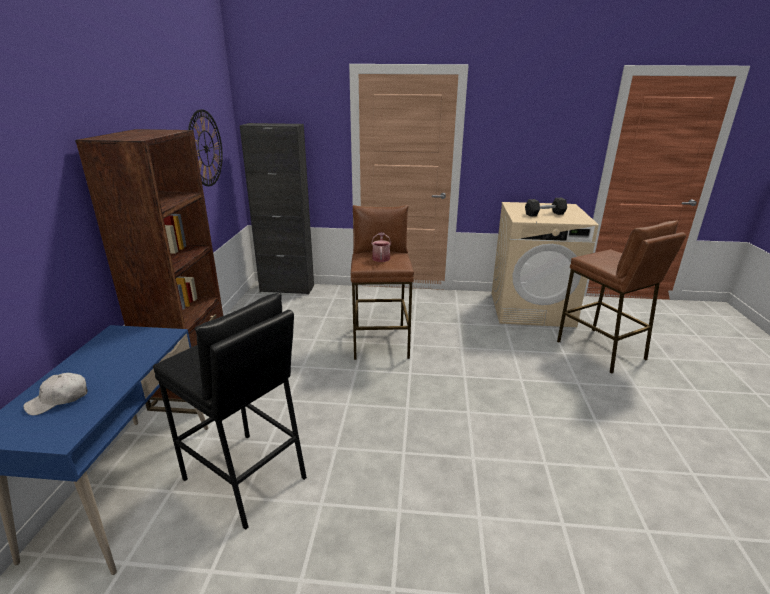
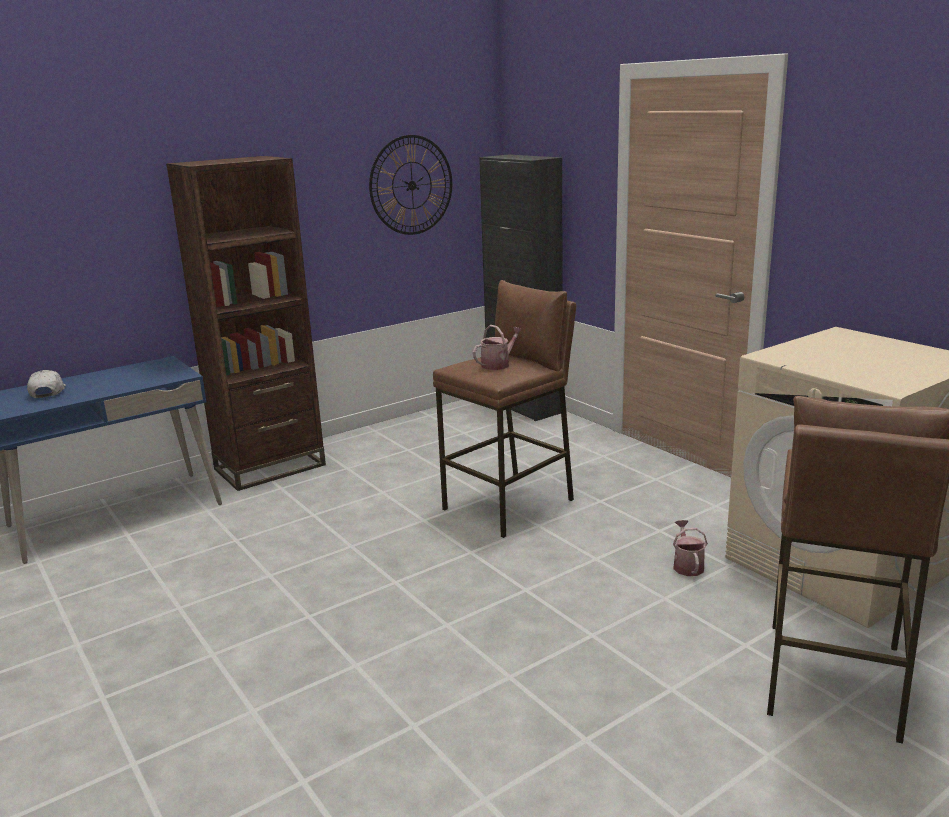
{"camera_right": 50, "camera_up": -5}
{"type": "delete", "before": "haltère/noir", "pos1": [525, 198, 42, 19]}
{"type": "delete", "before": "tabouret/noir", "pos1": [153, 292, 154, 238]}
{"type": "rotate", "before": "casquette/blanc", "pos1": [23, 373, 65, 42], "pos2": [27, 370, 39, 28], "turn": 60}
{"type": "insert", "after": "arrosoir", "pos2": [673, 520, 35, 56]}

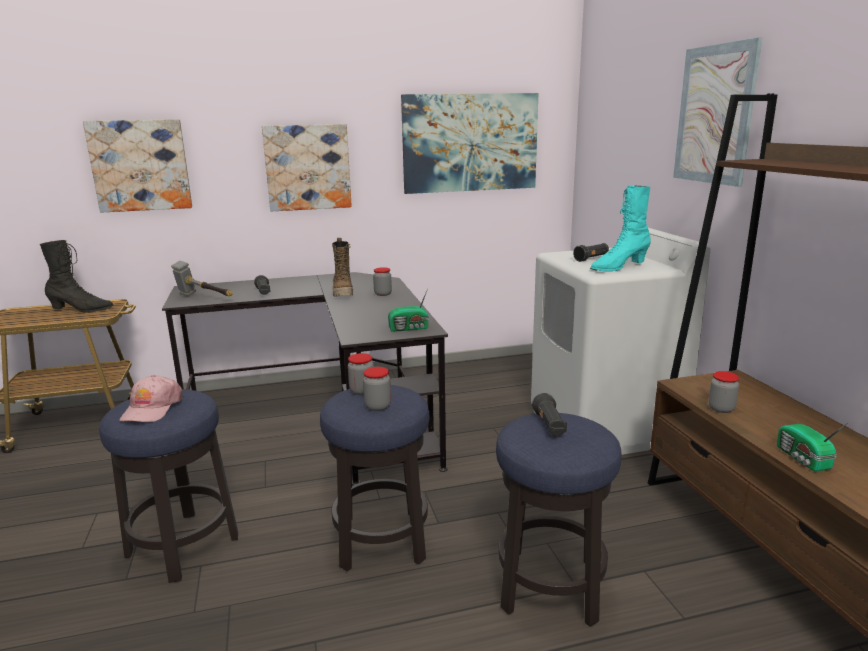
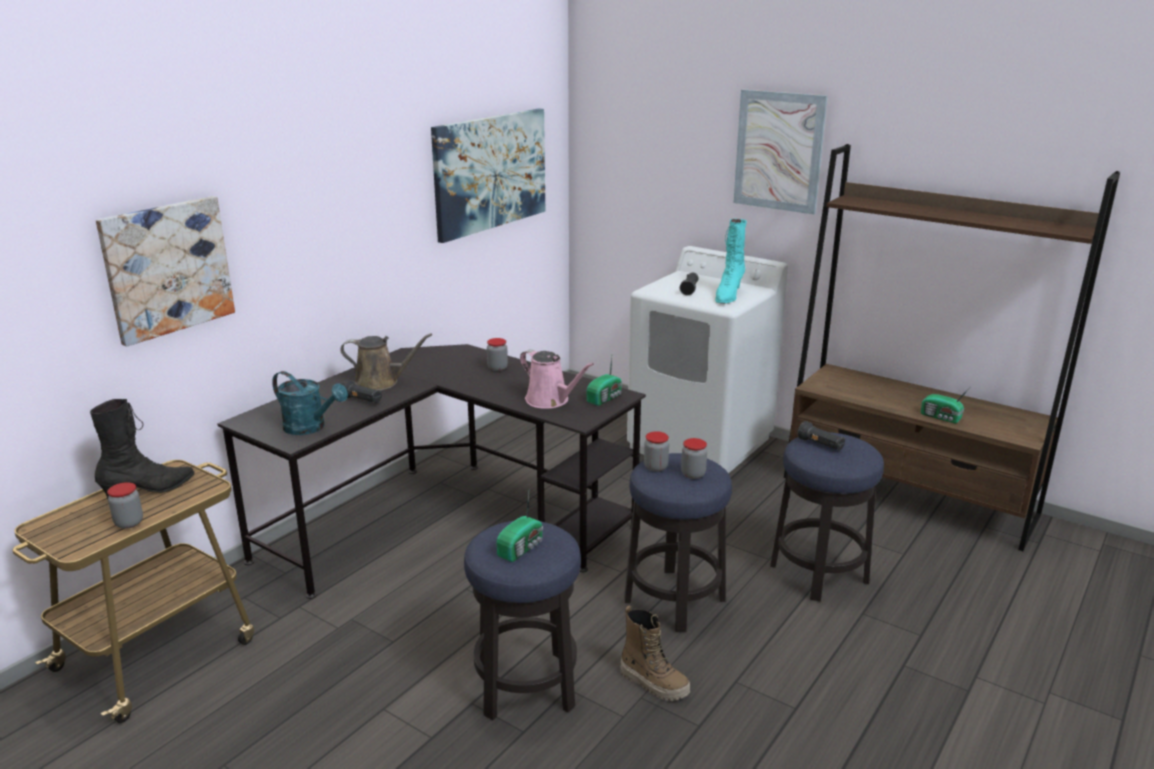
{"camera_right": -40, "camera_up": 5}
{"type": "delete", "before": "tableau", "pos1": [262, 124, 90, 87]}
{"type": "move", "before": "botte", "pos1": [332, 238, 21, 59], "pos2": [620, 605, 70, 96]}
{"type": "replace", "before": "marteau", "after": "arrosoir/turquoise", "pos1": [171, 261, 61, 35], "pos2": [272, 371, 76, 64]}
{"type": "move", "before": "bocal", "pos1": [708, 371, 31, 42], "pos2": [107, 482, 36, 47]}
{"type": "replace", "before": "casquette/rose", "after": "radio", "pos1": [120, 375, 63, 47], "pos2": [496, 492, 47, 70]}
{"type": "insert", "after": "arrosoir/marron", "pos2": [340, 333, 92, 57]}
{"type": "insert", "after": "arrosoir/rose", "pos2": [520, 349, 74, 60]}

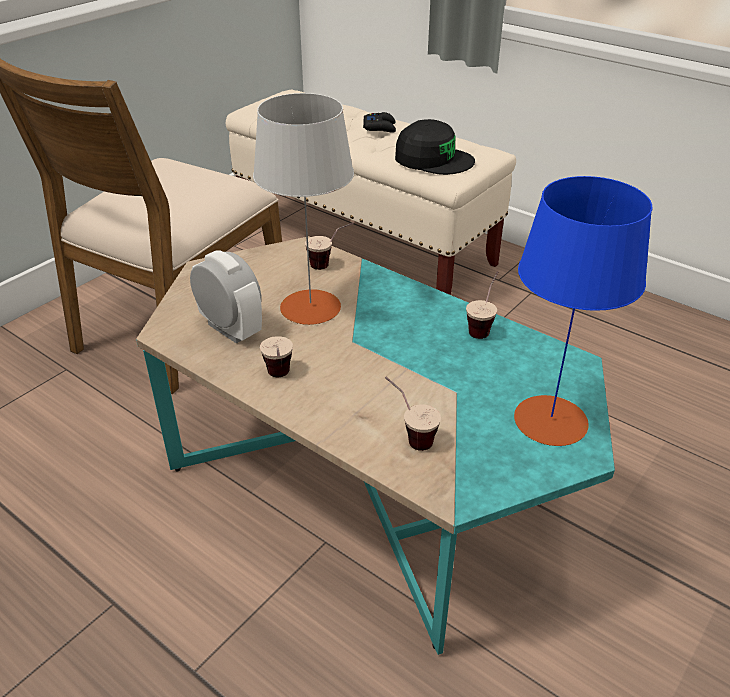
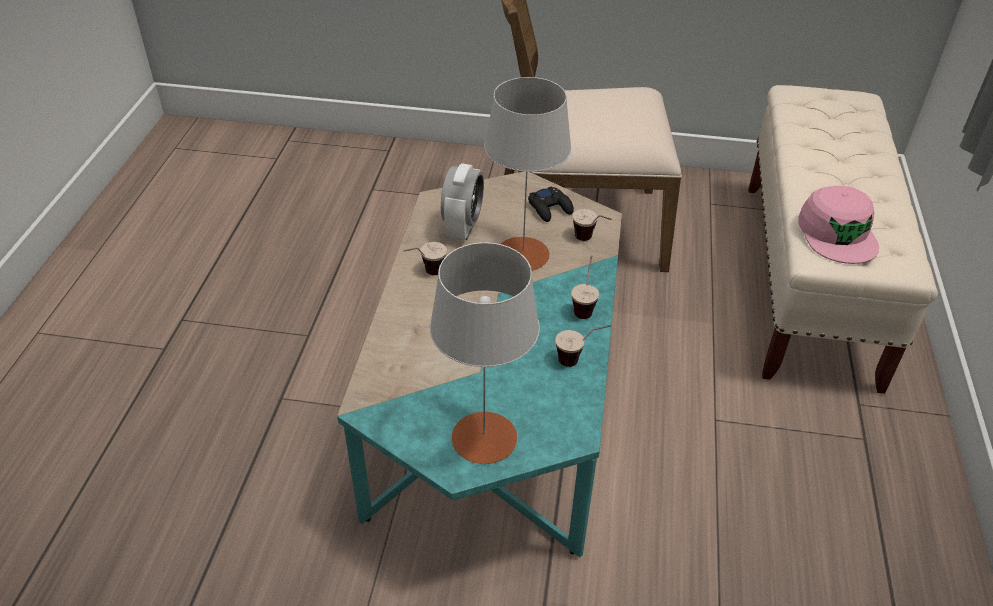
{"camera_right": 60, "camera_up": 5}
{"type": "move", "before": "manette/noir", "pos1": [363, 112, 33, 21], "pos2": [528, 186, 46, 36]}
{"type": "recolor", "before": "casquette/noir", "after": "casquette/rose", "pos1": [395, 119, 80, 56], "pos2": [798, 186, 81, 78]}
{"type": "recolor", "before": "lampe de table/bleu", "after": "lampe de table/gris", "pos1": [514, 176, 138, 270], "pos2": [430, 242, 110, 222]}
{"type": "move", "before": "tasse", "pos1": [385, 377, 56, 74], "pos2": [571, 255, 28, 64]}

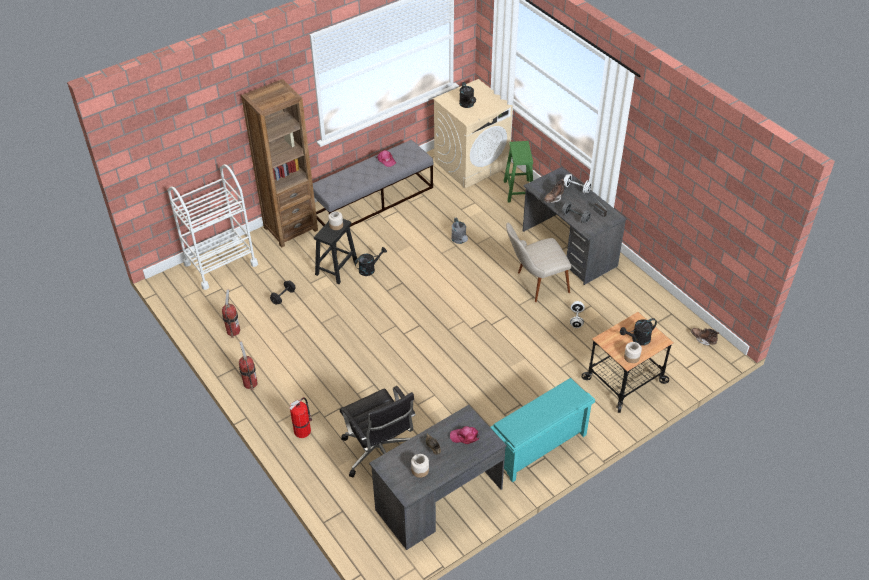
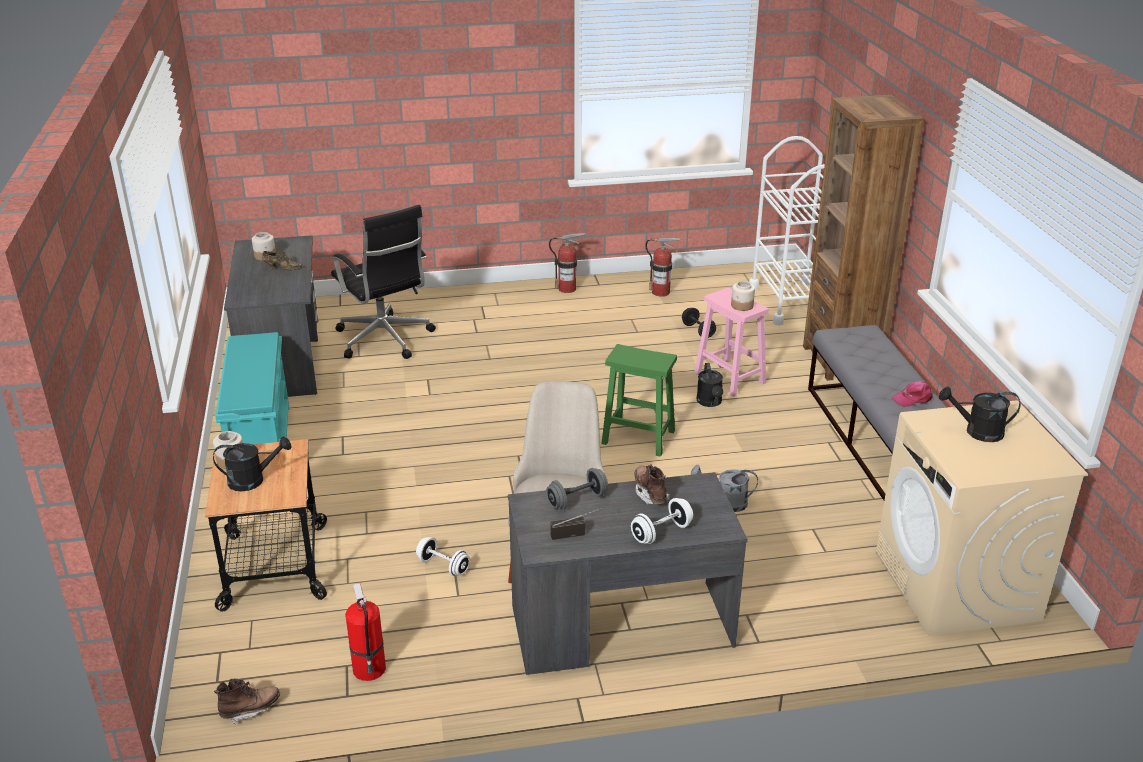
{"camera_right": 115, "camera_up": -15}
{"type": "move", "before": "tabouret/vert", "pos1": [504, 141, 29, 61], "pos2": [601, 344, 76, 113]}
{"type": "recolor", "before": "tabouret/noir", "after": "tabouret/rose", "pos1": [314, 219, 44, 65], "pos2": [694, 288, 75, 109]}
{"type": "rotate", "before": "arrosoir/noir", "pos1": [620, 318, 37, 28], "pos2": [213, 436, 79, 55], "turn": 75}
{"type": "rotate", "before": "chaise de bureau/noir", "pos1": [340, 386, 76, 91], "pos2": [331, 205, 105, 154], "turn": -120}
{"type": "move", "before": "extincteur", "pos1": [290, 397, 22, 41], "pos2": [345, 583, 41, 98]}
{"type": "delete", "before": "casquette/rose", "pos1": [450, 426, 29, 18]}

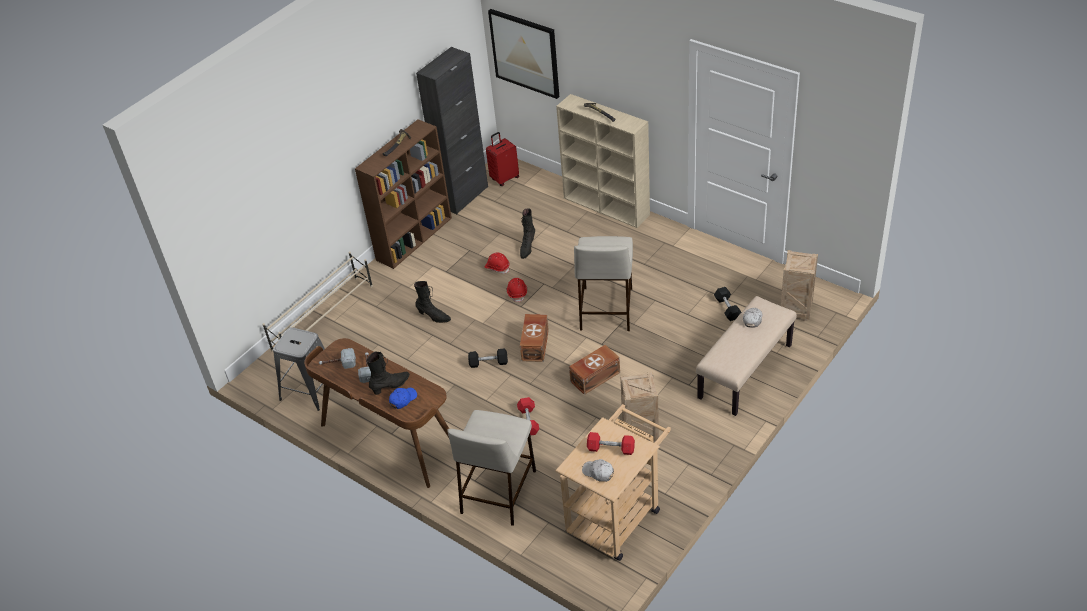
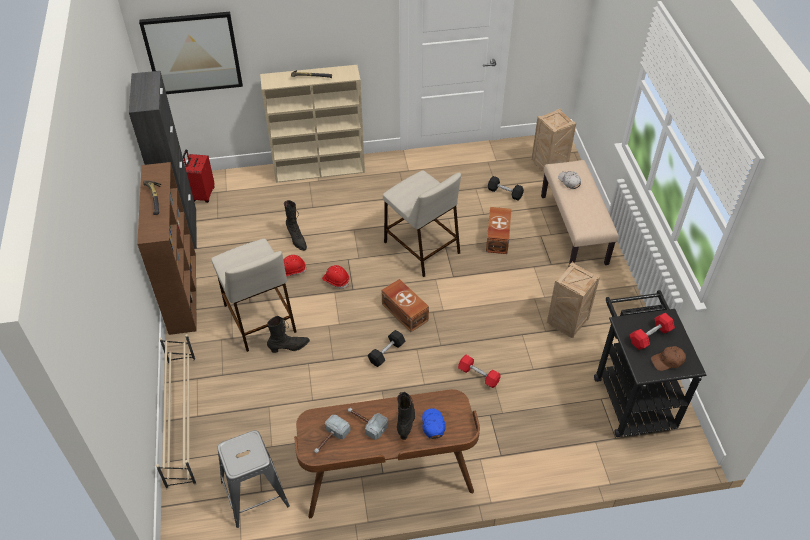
{"camera_right": -50, "camera_up": 5}
{"type": "move", "before": "boîte de rangement/marron", "pos1": [569, 345, 51, 50], "pos2": [486, 207, 25, 47]}
{"type": "recolor", "before": "chariot/beige", "after": "chariot/noir", "pos1": [555, 404, 116, 157], "pos2": [594, 290, 112, 147]}
{"type": "move", "before": "tabouret/beige", "pos1": [447, 410, 89, 116], "pos2": [211, 239, 86, 113]}
{"type": "recolor", "before": "casquette/blanc", "after": "casquette/marron", "pos1": [582, 459, 32, 23], "pos2": [651, 346, 35, 25]}

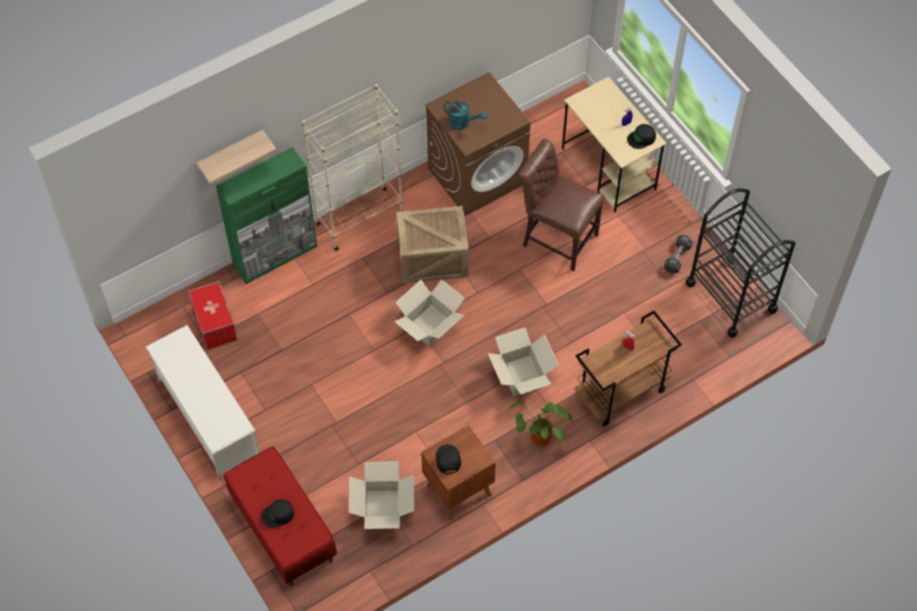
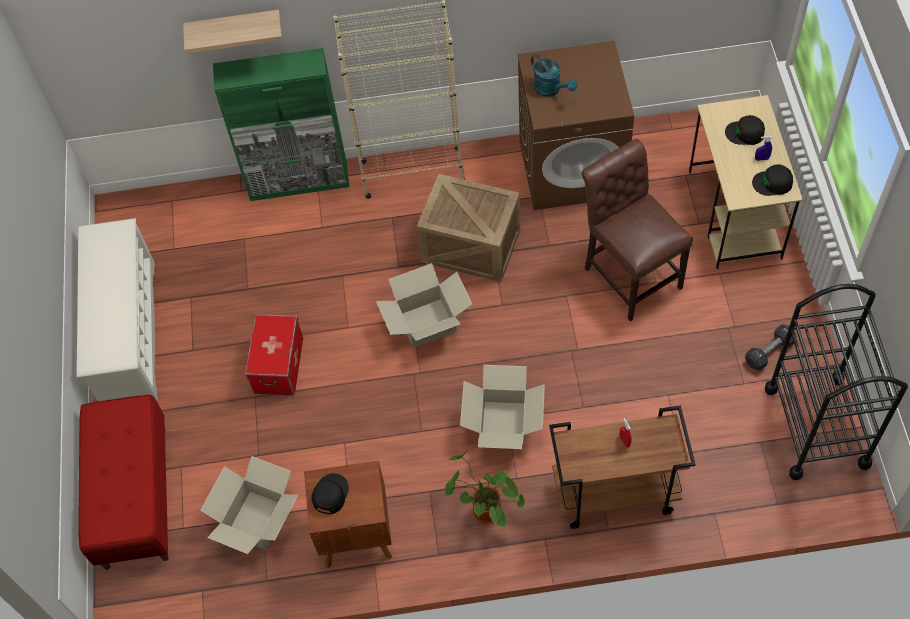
{"camera_right": 30, "camera_up": 0}
{"type": "move", "before": "boîte de rangement", "pos1": [188, 281, 50, 69], "pos2": [245, 314, 58, 82]}
{"type": "move", "before": "casquette/noir", "pos1": [261, 499, 33, 28], "pos2": [725, 115, 40, 30]}

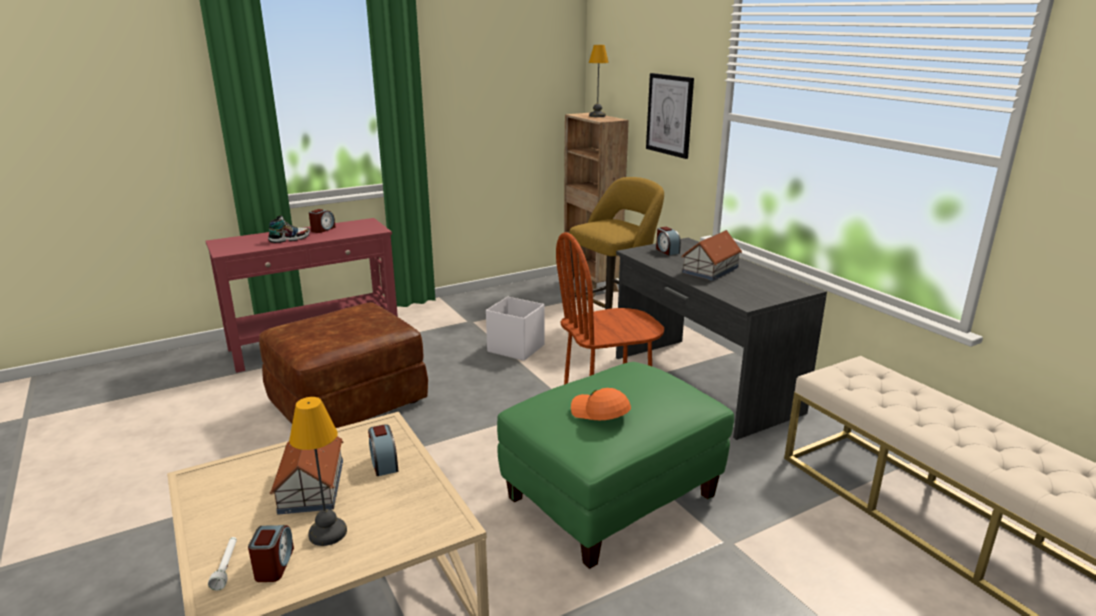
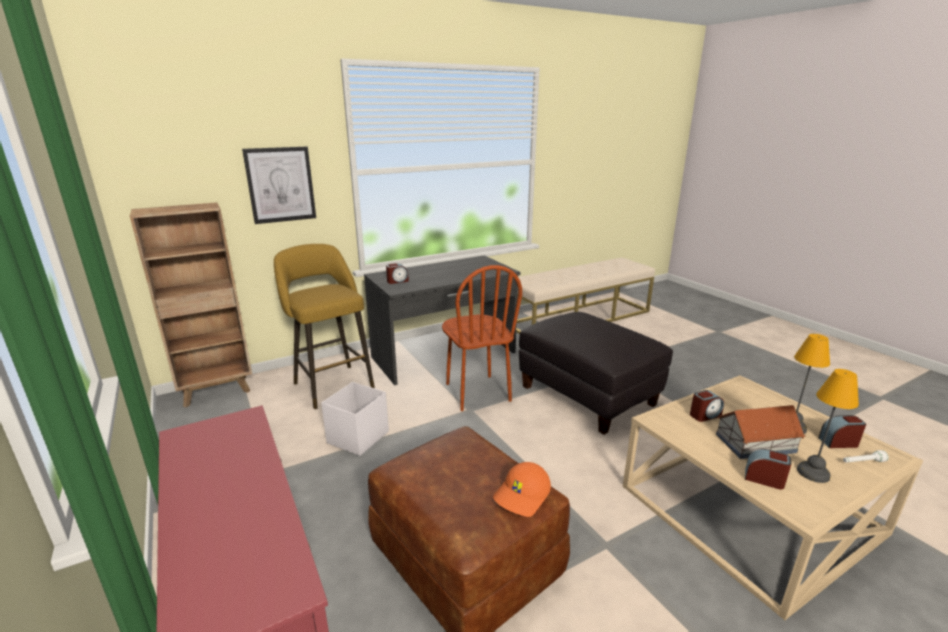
{"camera_right": -90, "camera_up": 0}
{"type": "move", "before": "lampe de table", "pos1": [589, 45, 20, 72], "pos2": [797, 369, 62, 114]}
{"type": "move", "before": "réveil", "pos1": [309, 209, 27, 24], "pos2": [745, 449, 46, 41]}
{"type": "delete", "before": "chaussure", "pos1": [268, 215, 42, 28]}
{"type": "delete", "before": "maison miniature", "pos1": [681, 230, 61, 51]}
{"type": "recolor", "before": "pouf/vert", "after": "pouf/noir", "pos1": [497, 362, 237, 207], "pos2": [519, 312, 154, 122]}
{"type": "move", "before": "casquette/orange", "pos1": [571, 388, 60, 32], "pos2": [493, 462, 58, 55]}

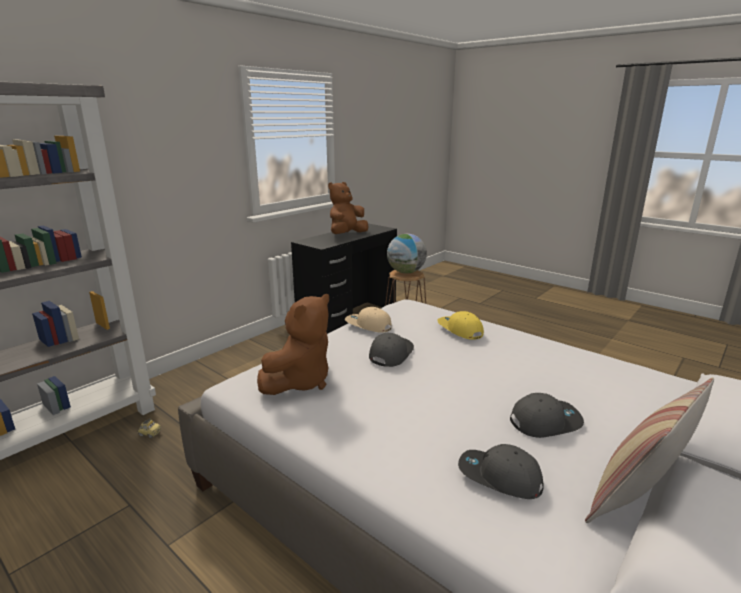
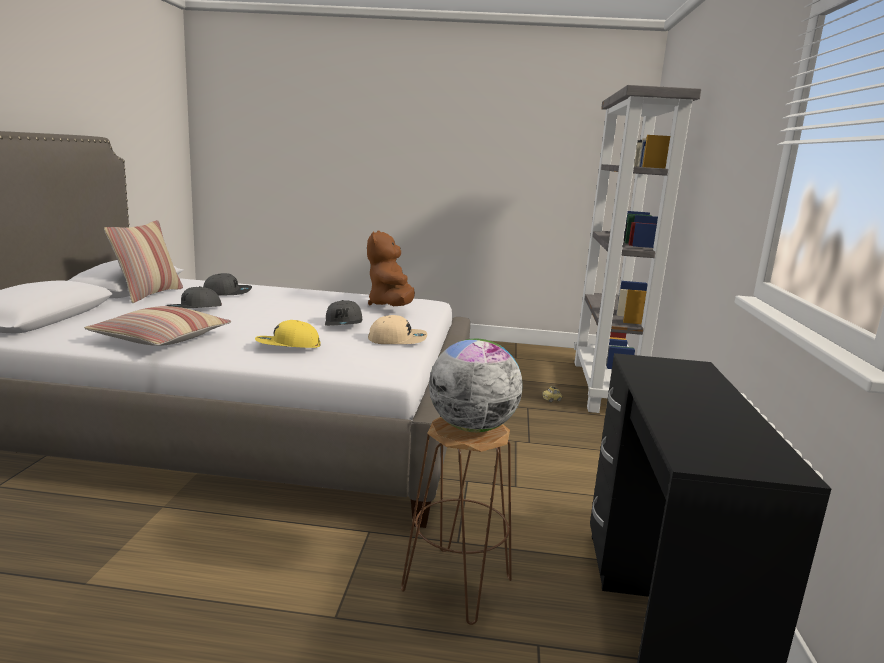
{"camera_right": 145, "camera_up": -5}
{"type": "delete", "before": "peluche/marron", "pos1": [328, 182, 41, 52]}
{"type": "rotate", "before": "casquette/jaune", "pos1": [437, 311, 47, 29], "pos2": [255, 320, 66, 28], "turn": 150}
{"type": "insert", "after": "coussin", "pos2": [84, 306, 147, 40]}

